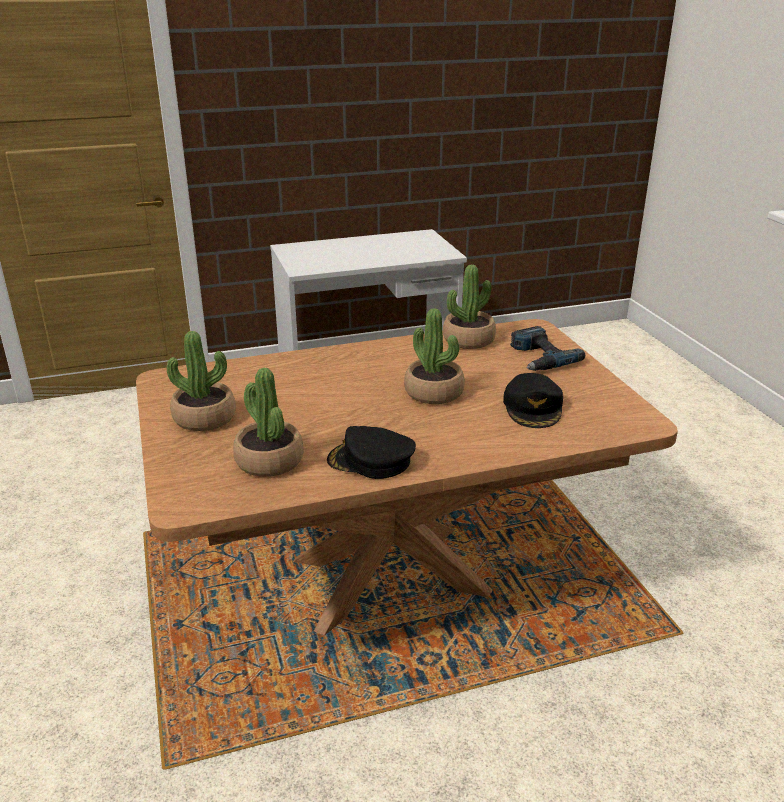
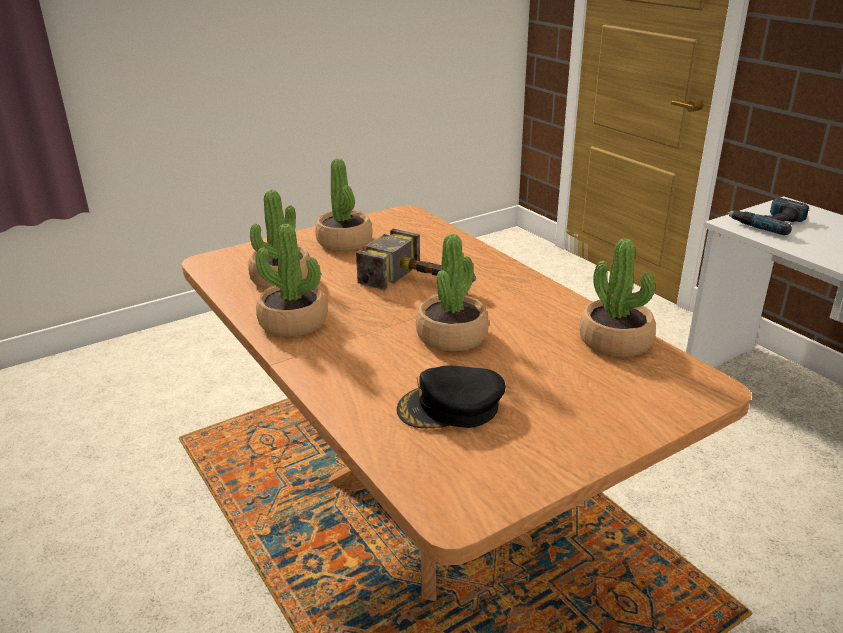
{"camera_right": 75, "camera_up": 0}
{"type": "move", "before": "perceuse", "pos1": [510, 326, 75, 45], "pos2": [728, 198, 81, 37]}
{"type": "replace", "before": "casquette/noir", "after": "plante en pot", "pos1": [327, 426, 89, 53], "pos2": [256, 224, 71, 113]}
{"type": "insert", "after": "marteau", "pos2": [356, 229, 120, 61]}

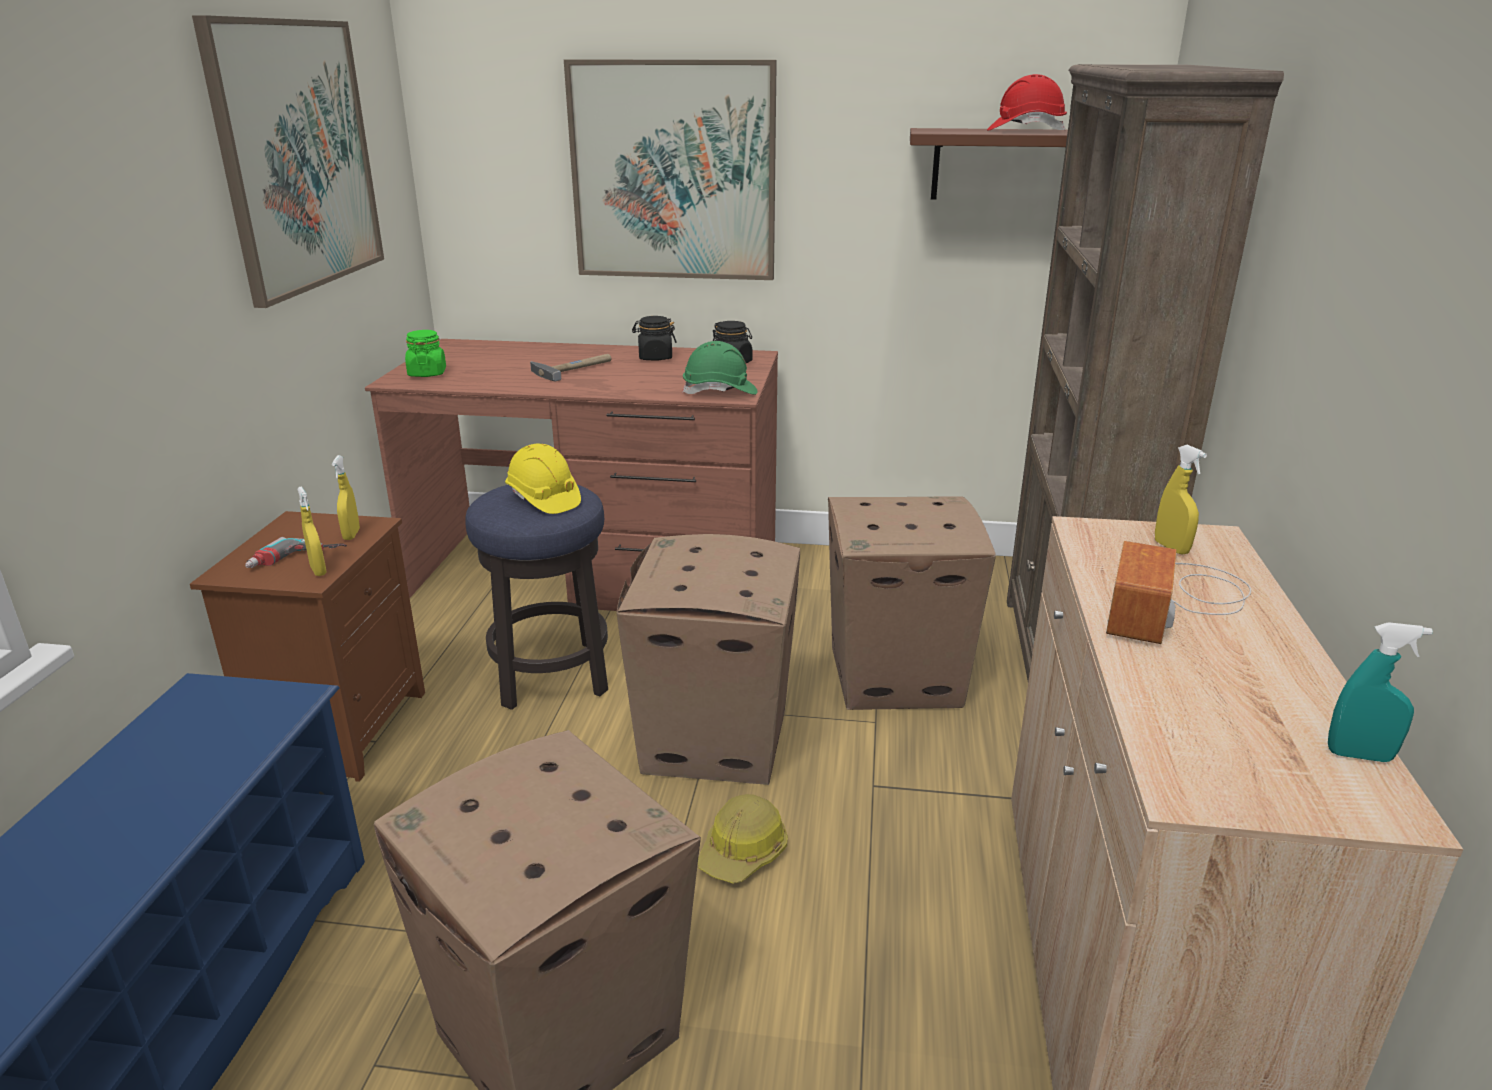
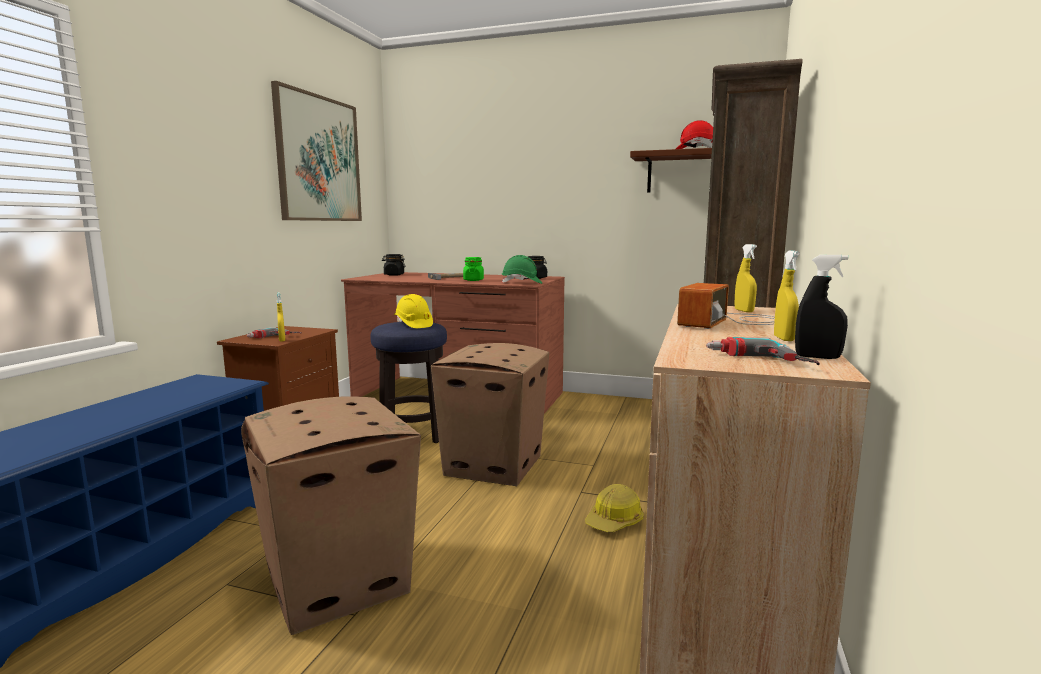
{"camera_right": 10, "camera_up": -15}
{"type": "delete", "before": "tableau", "pos1": [564, 60, 213, 220]}
{"type": "move", "before": "bocal/noir", "pos1": [632, 316, 45, 45], "pos2": [382, 254, 23, 22]}
{"type": "move", "before": "bocal/vert", "pos1": [405, 330, 41, 47], "pos2": [463, 257, 21, 24]}
{"type": "move", "before": "vaporisateur/jaune", "pos1": [332, 455, 28, 85], "pos2": [774, 251, 26, 90]}
{"type": "delete", "before": "carton", "pos1": [828, 496, 168, 214]}
{"type": "recolor", "before": "vaporisateur/turquoise", "after": "vaporisateur/noir", "pos1": [1328, 622, 105, 140], "pos2": [795, 255, 53, 104]}
{"type": "move", "before": "casque de chantier", "pos1": [698, 794, 90, 90], "pos2": [585, 484, 59, 48]}
{"type": "insert", "after": "perceuse", "pos2": [706, 337, 114, 28]}

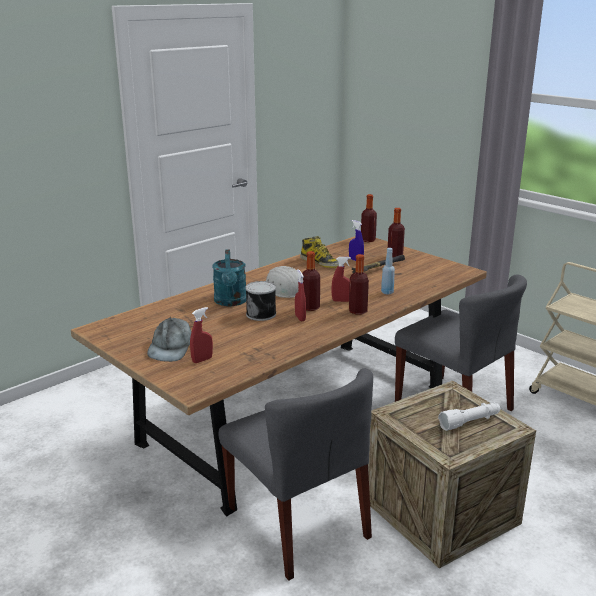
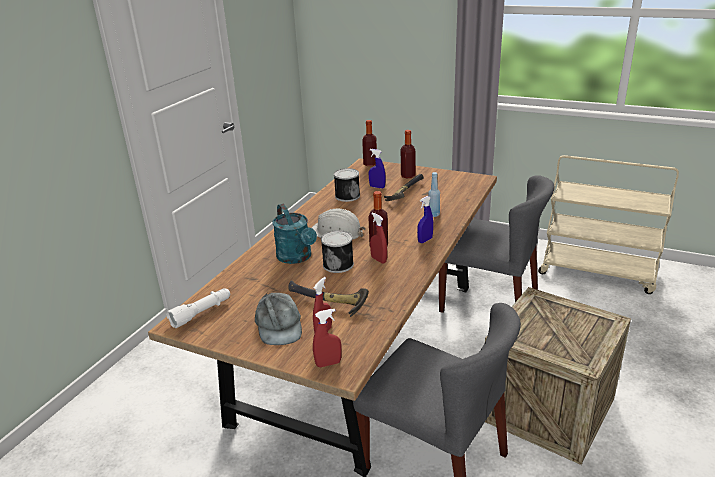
{"camera_right": -20, "camera_up": 5}
{"type": "replace", "before": "botte", "after": "boîte métallique", "pos1": [300, 236, 39, 32], "pos2": [334, 168, 26, 34]}
{"type": "replace", "before": "bouteille", "after": "vaporisateur/bleu", "pos1": [349, 254, 20, 60], "pos2": [417, 196, 16, 47]}
{"type": "move", "before": "vaporisateur/rouge", "pos1": [332, 257, 19, 45], "pos2": [313, 309, 29, 58]}
{"type": "move", "before": "lampe de poche/blanc", "pos1": [438, 403, 62, 28], "pos2": [166, 288, 64, 40]}
{"type": "insert", "after": "marteau", "pos2": [288, 280, 81, 37]}

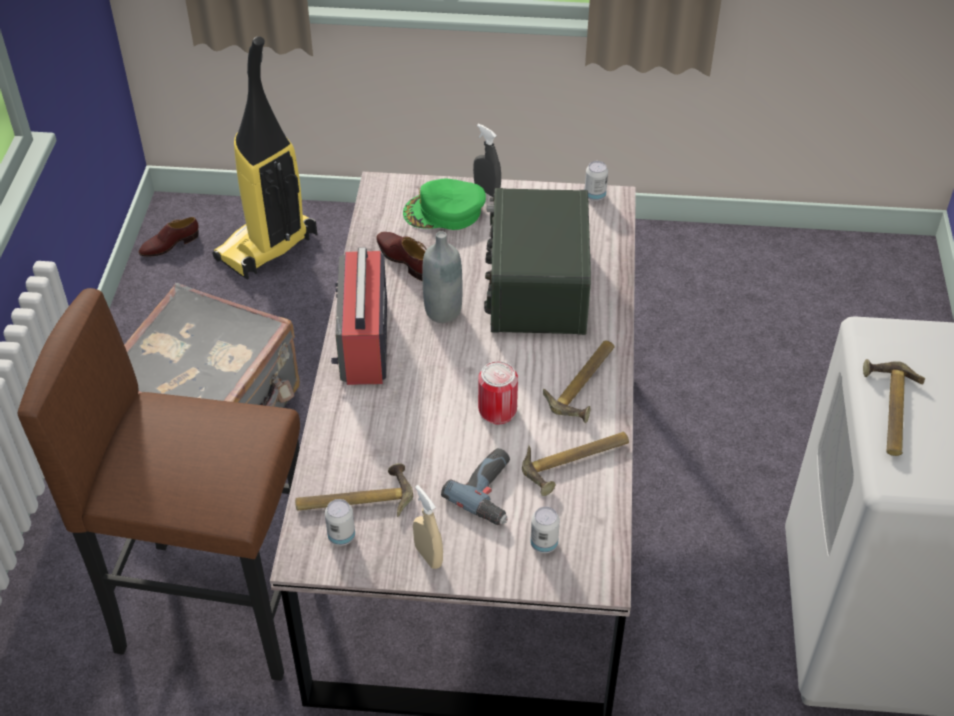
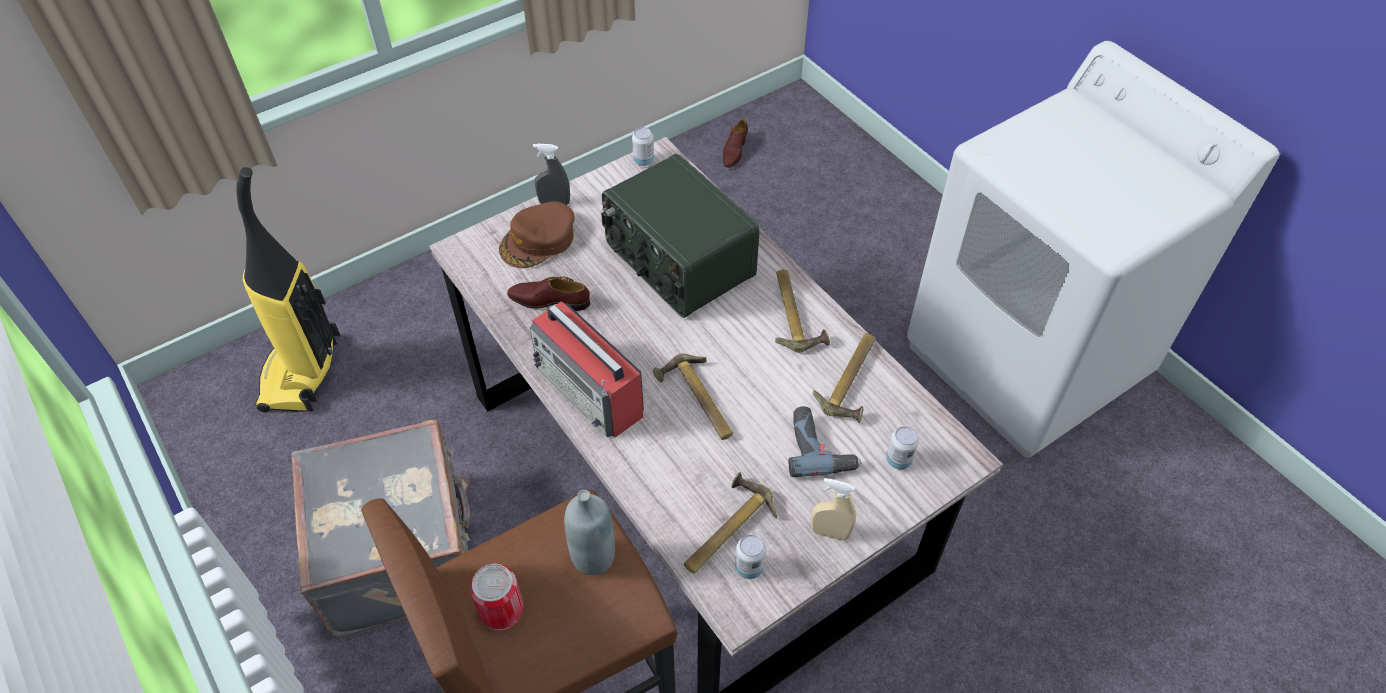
{"camera_right": -40, "camera_up": 5}
{"type": "recolor", "before": "casquette/vert", "after": "casquette/marron", "pos1": [403, 179, 83, 51], "pos2": [499, 201, 76, 67]}
{"type": "move", "before": "chaussure/marron", "pos1": [139, 217, 60, 40], "pos2": [723, 119, 25, 49]}
{"type": "move", "before": "bouteille/gris", "pos1": [422, 231, 41, 92], "pos2": [564, 490, 51, 85]}
{"type": "move", "before": "marteau", "pos1": [863, 359, 62, 97], "pos2": [653, 353, 80, 87]}
{"type": "move", "before": "boîte métallique", "pos1": [478, 361, 40, 64], "pos2": [470, 564, 54, 66]}

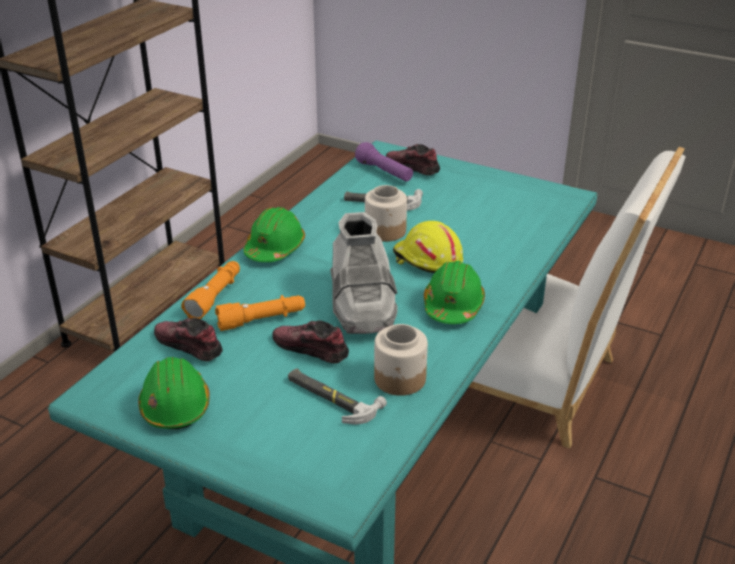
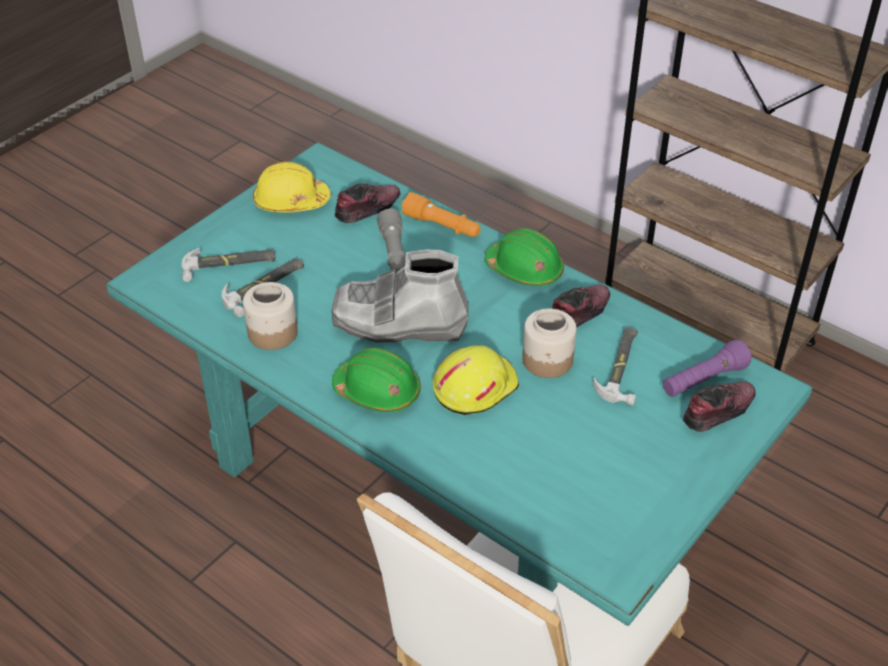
{"camera_right": 100, "camera_up": 10}
{"type": "recolor", "before": "lampe de poche/orange", "after": "lampe de poche/gris", "pos1": [215, 295, 90, 36], "pos2": [377, 208, 28, 64]}
{"type": "move", "before": "chaussure", "pos1": [273, 320, 76, 44], "pos2": [552, 285, 58, 42]}
{"type": "recolor", "before": "casque de chantier/vert", "after": "casque de chantier/jaune", "pos1": [138, 357, 72, 72], "pos2": [253, 162, 78, 51]}
{"type": "insert", "after": "marteau", "pos2": [182, 248, 93, 34]}

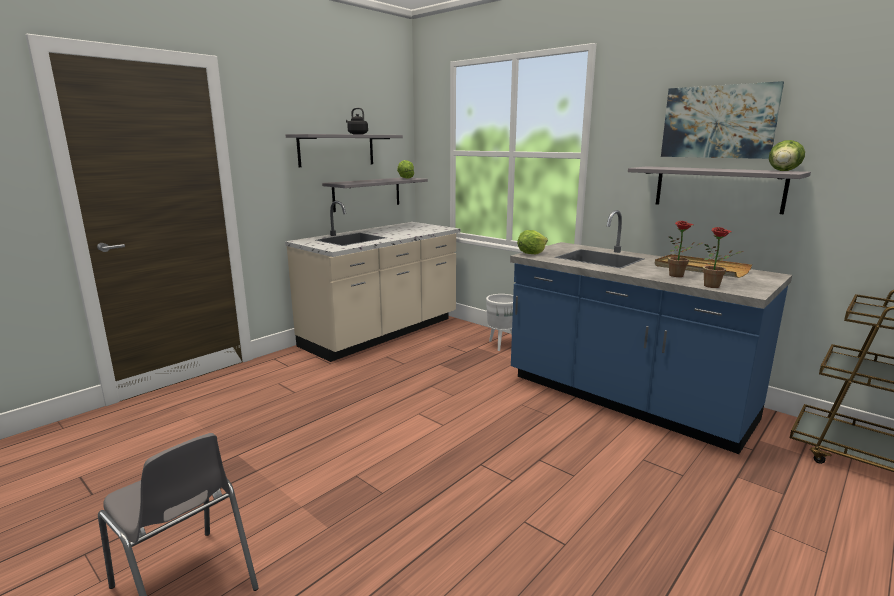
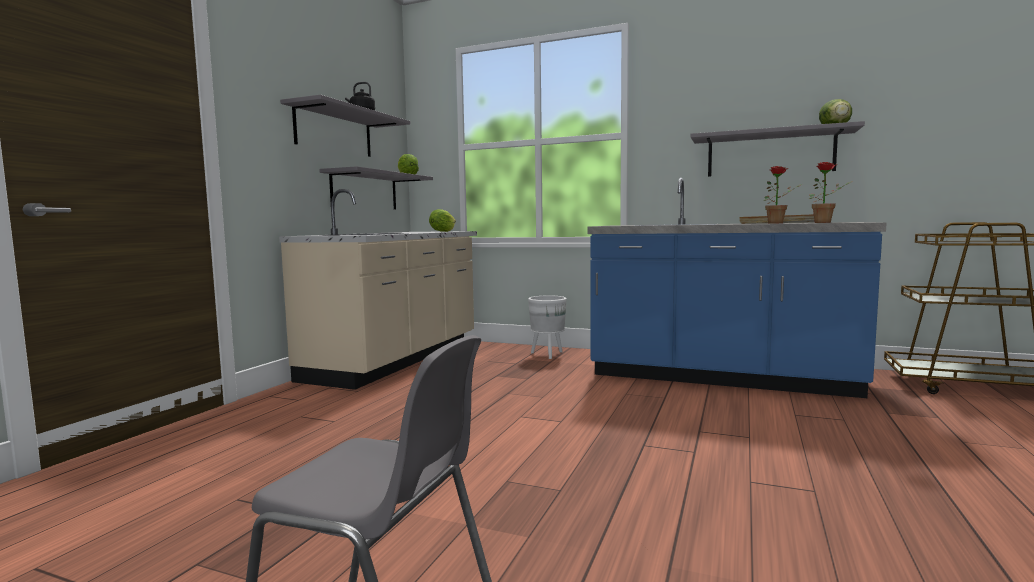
{"camera_right": -20, "camera_up": -10}
{"type": "delete", "before": "tableau", "pos1": [661, 81, 123, 78]}
{"type": "move", "before": "laitue", "pos1": [517, 230, 31, 25], "pos2": [429, 209, 27, 23]}

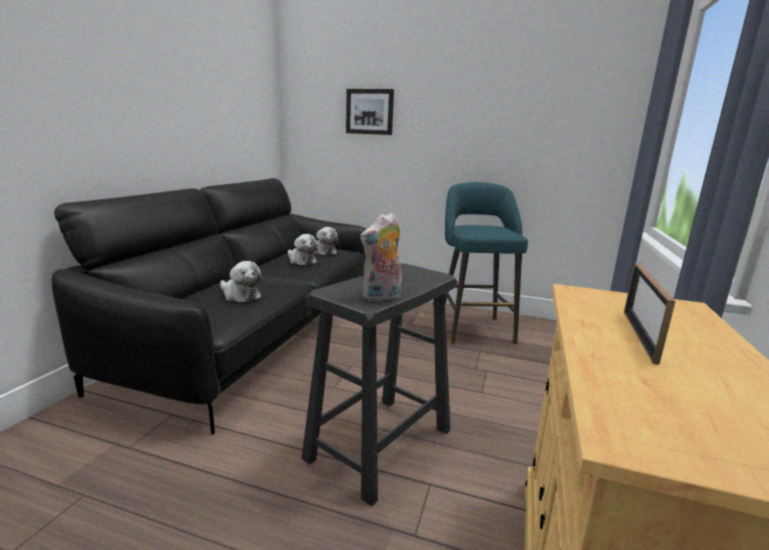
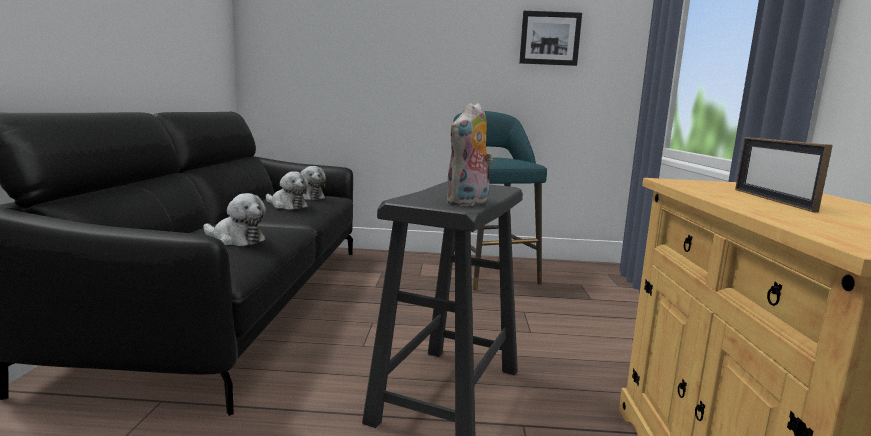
{"camera_right": -15, "camera_up": -5}
{"type": "move", "before": "tableau", "pos1": [346, 89, 48, 46], "pos2": [519, 11, 63, 55]}

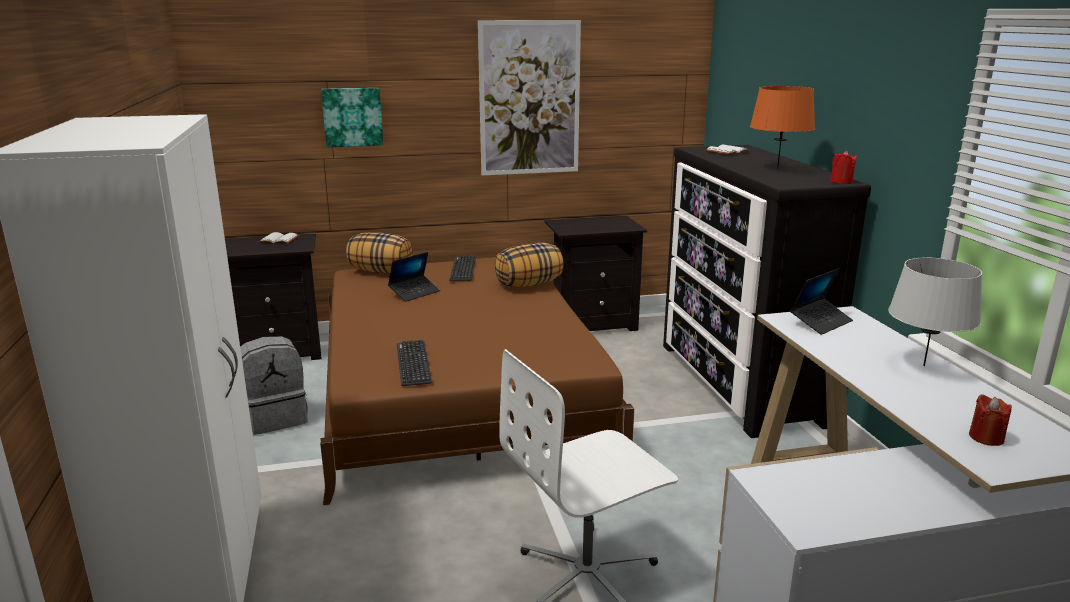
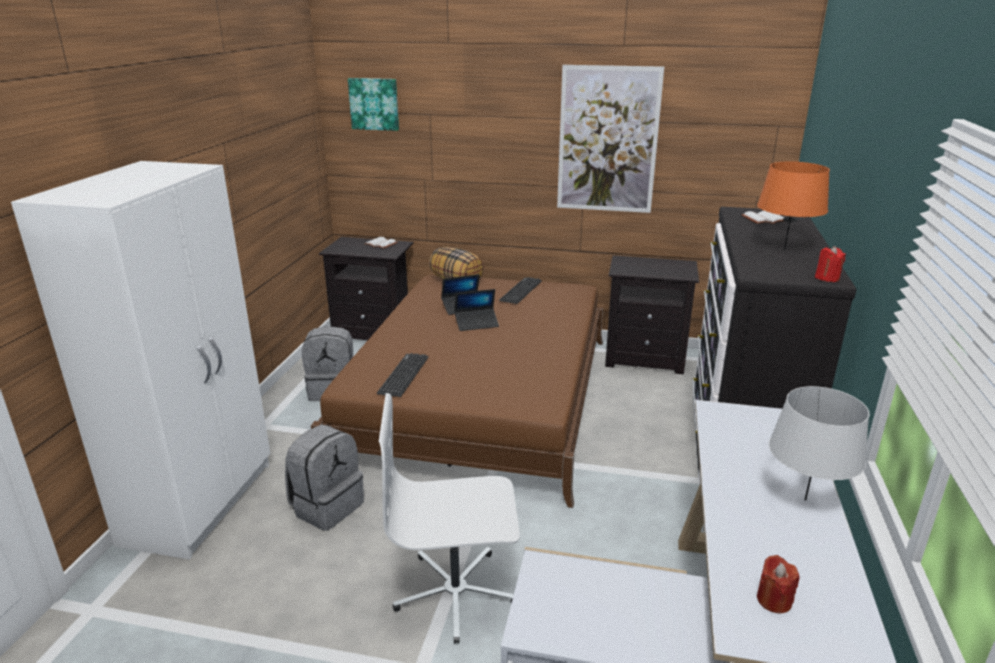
{"camera_right": 25, "camera_up": 5}
{"type": "move", "before": "tableau", "pos1": [321, 88, 62, 59], "pos2": [348, 78, 51, 53]}
{"type": "delete", "before": "coussin", "pos1": [494, 243, 70, 44]}
{"type": "move", "before": "ordinateur portable", "pos1": [790, 269, 63, 66], "pos2": [454, 289, 45, 42]}
{"type": "insert", "after": "sac à dos/gris", "pos2": [285, 425, 79, 106]}

